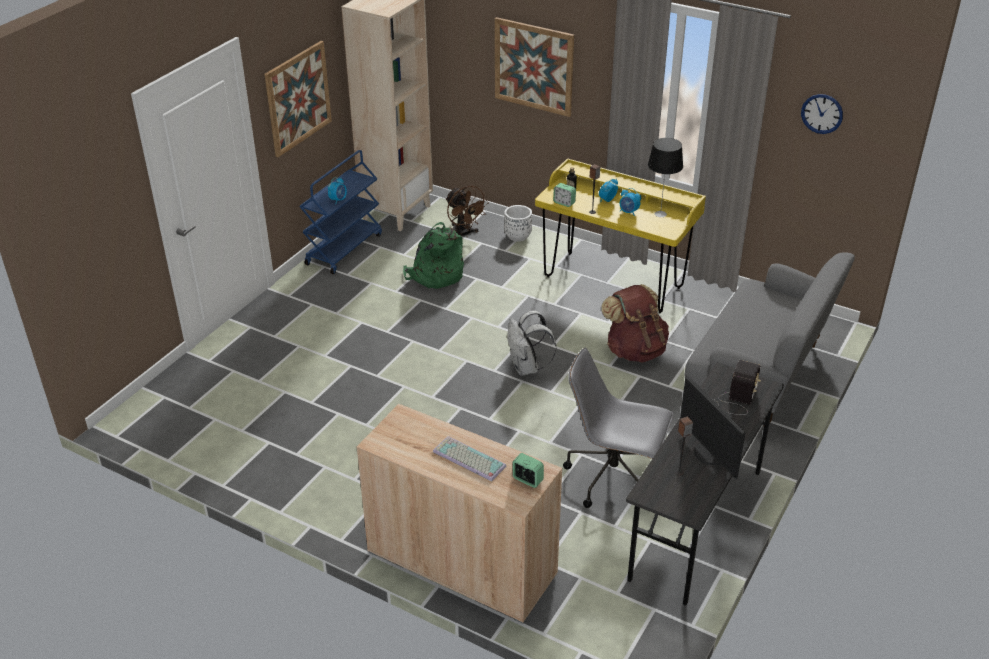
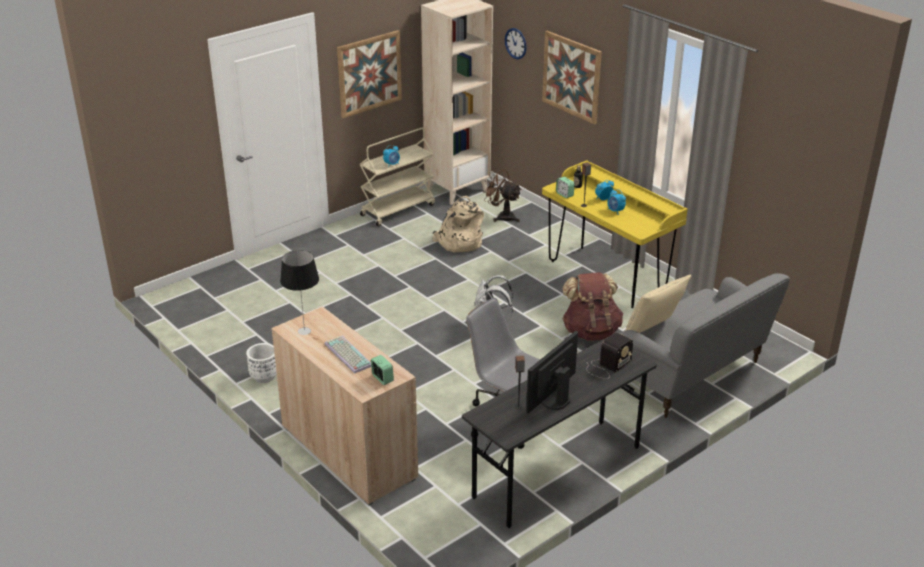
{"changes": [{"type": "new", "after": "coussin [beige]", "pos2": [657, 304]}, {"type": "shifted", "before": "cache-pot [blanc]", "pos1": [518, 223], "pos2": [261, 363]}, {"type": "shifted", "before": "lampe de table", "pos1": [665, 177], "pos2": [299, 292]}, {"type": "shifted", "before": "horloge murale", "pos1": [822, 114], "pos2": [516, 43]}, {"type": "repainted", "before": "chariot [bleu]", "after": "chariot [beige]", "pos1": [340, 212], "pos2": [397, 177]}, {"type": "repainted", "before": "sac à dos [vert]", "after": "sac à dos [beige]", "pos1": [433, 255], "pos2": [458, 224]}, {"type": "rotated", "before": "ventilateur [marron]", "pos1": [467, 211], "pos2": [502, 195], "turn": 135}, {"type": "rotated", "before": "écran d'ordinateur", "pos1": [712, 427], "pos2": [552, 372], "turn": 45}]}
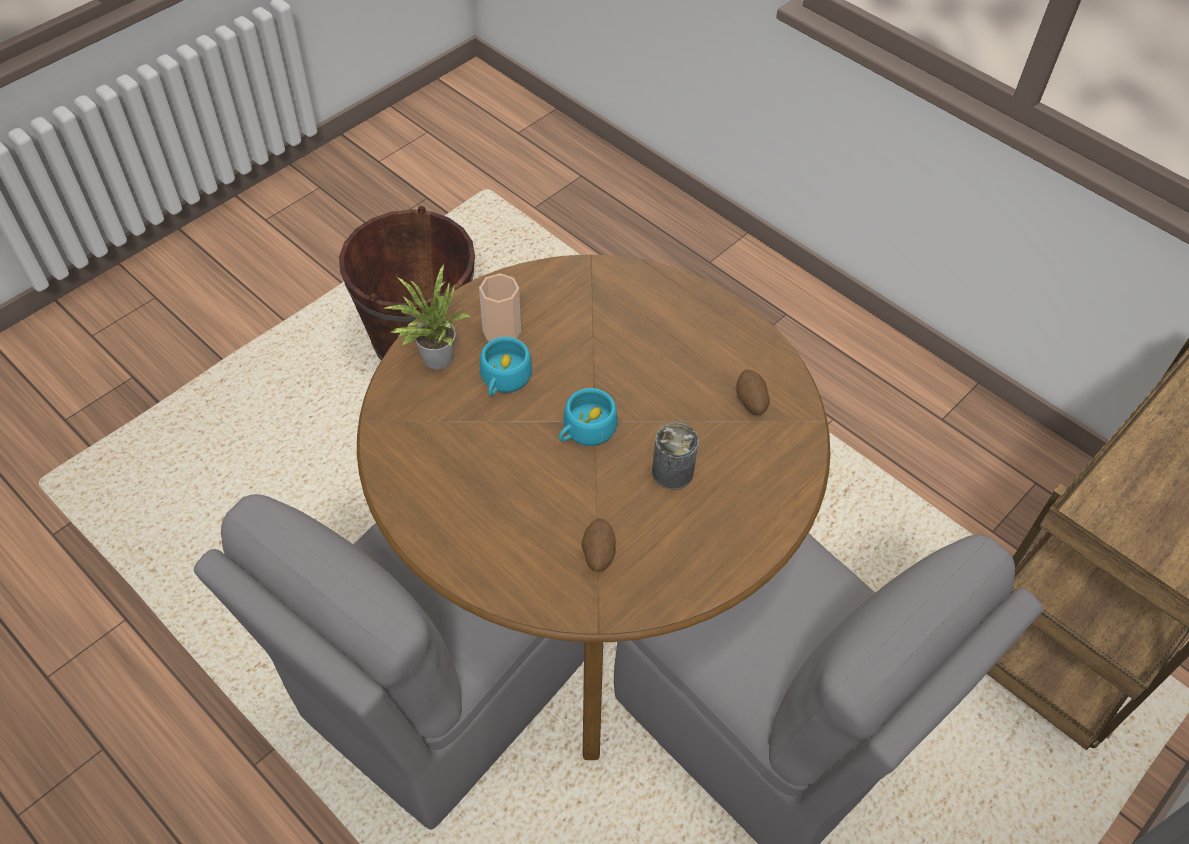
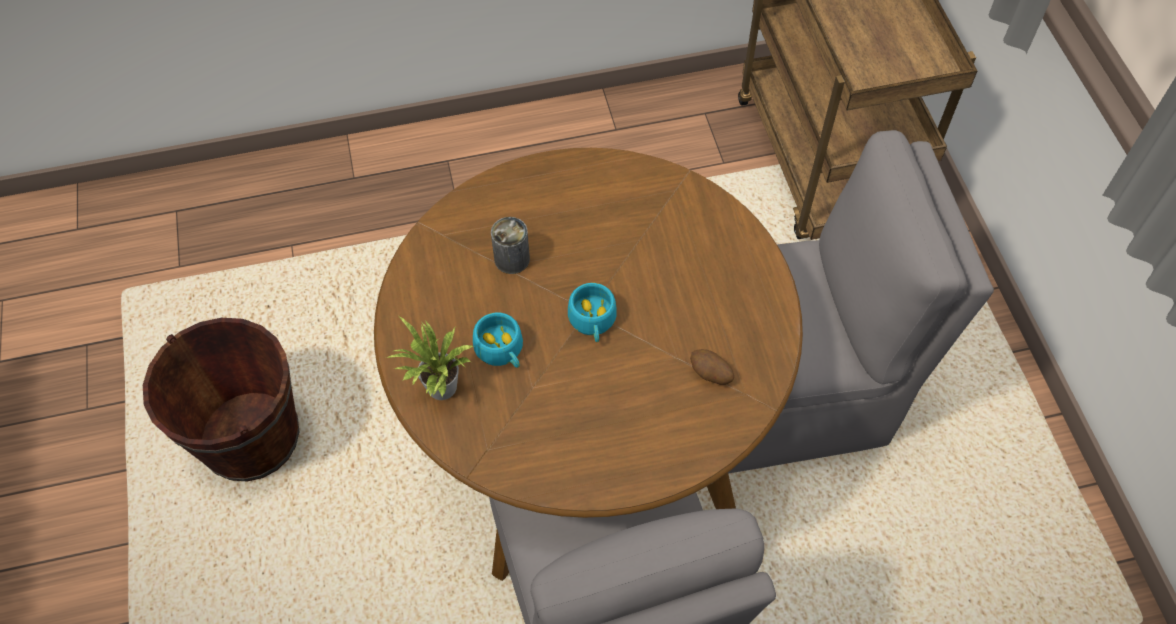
{"changes": [{"type": "gone", "before": "tasse", "pos1": [500, 307]}, {"type": "gone", "before": "pomme de terre", "pos1": [753, 392]}, {"type": "shifted", "before": "boîte métallique", "pos1": [675, 456], "pos2": [510, 245]}]}
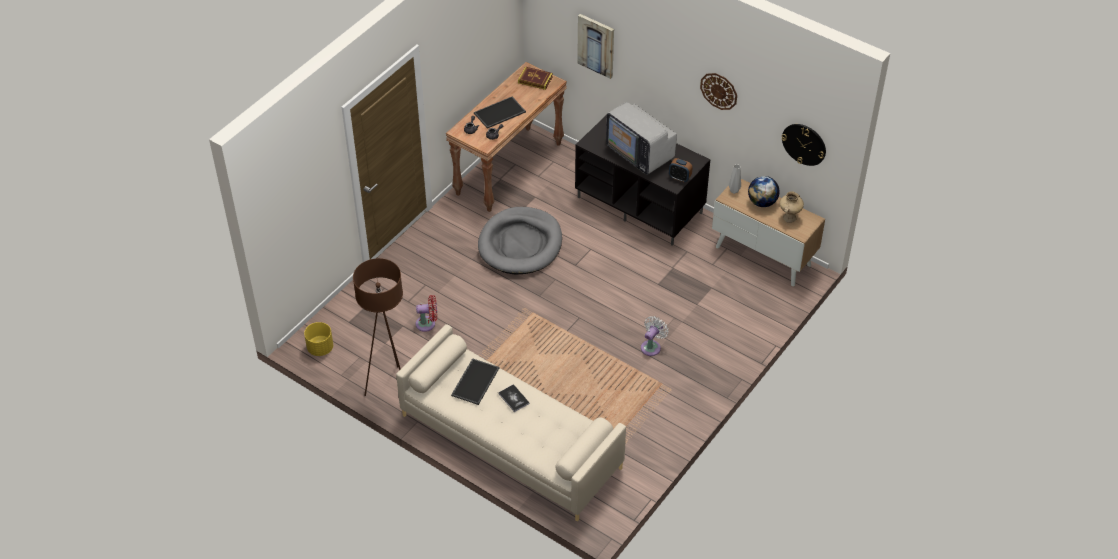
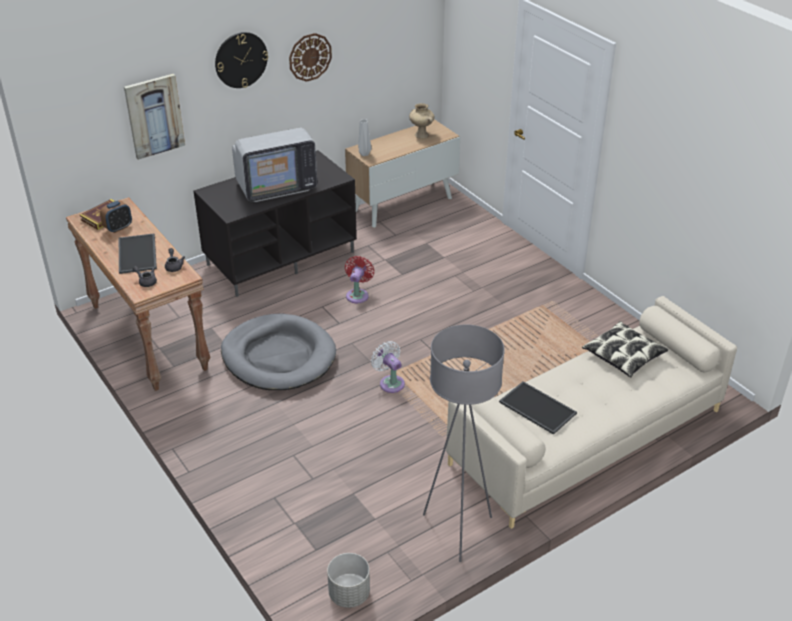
{"changes": [{"type": "gone", "before": "livre", "pos1": [514, 398]}, {"type": "gone", "before": "globe", "pos1": [764, 191]}, {"type": "new", "after": "coussin", "pos2": [625, 349]}, {"type": "shifted", "before": "ventilateur [rouge]", "pos1": [426, 313], "pos2": [360, 279]}, {"type": "shifted", "before": "ventilateur [blanc]", "pos1": [655, 336], "pos2": [388, 367]}, {"type": "shifted", "before": "réveil", "pos1": [680, 170], "pos2": [116, 216]}, {"type": "shifted", "before": "horloge murale", "pos1": [803, 145], "pos2": [241, 60]}, {"type": "repainted", "before": "cache-pot [jaune]", "after": "cache-pot [gris]", "pos1": [318, 339], "pos2": [348, 580]}, {"type": "repainted", "before": "lampadaire [marron]", "after": "lampadaire [gris]", "pos1": [378, 327], "pos2": [464, 443]}]}
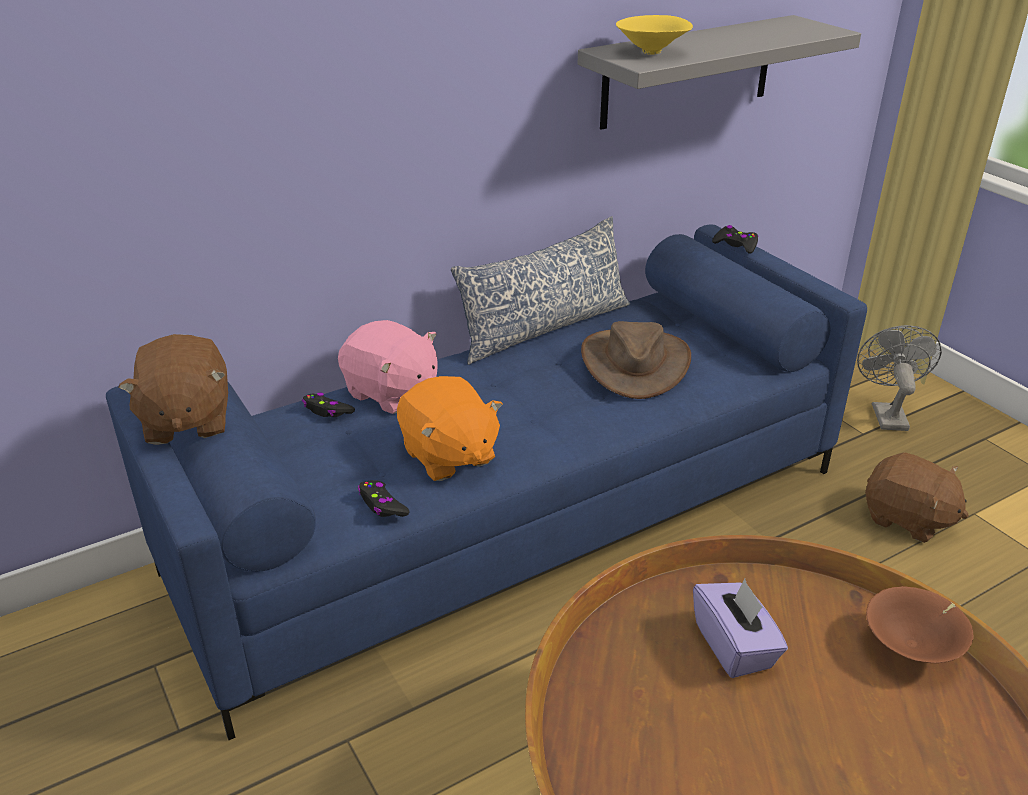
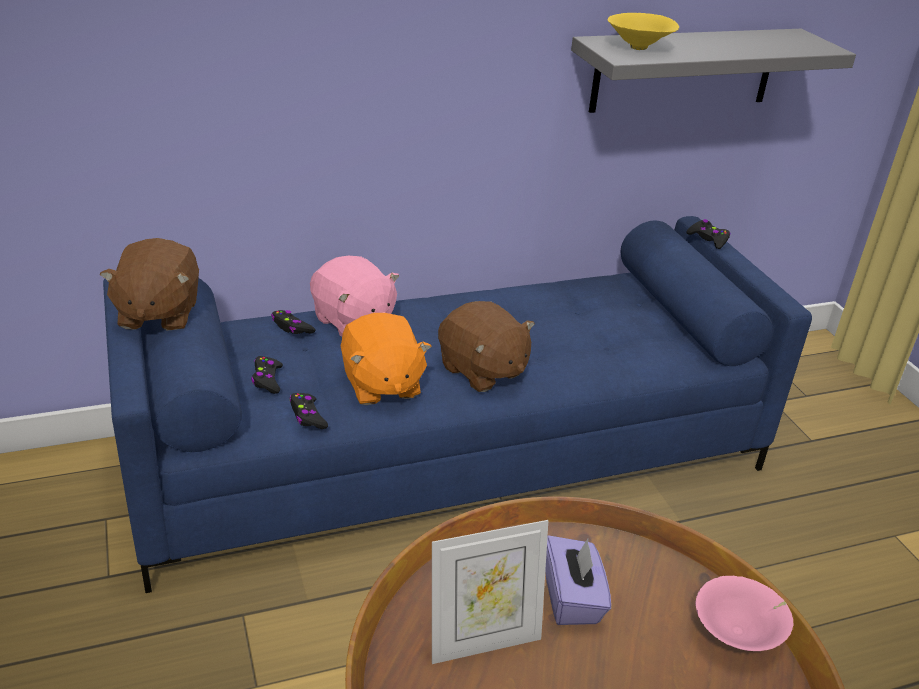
{"changes": [{"type": "gone", "before": "coussin", "pos1": [540, 290]}, {"type": "gone", "before": "chapeau [marron]", "pos1": [636, 360]}, {"type": "gone", "before": "ventilateur [gris]", "pos1": [899, 378]}, {"type": "new", "after": "manette [noir]", "pos2": [267, 375]}, {"type": "new", "after": "cadre photo", "pos2": [490, 592]}, {"type": "shifted", "before": "peluche [marron]", "pos1": [917, 497], "pos2": [486, 346]}, {"type": "repainted", "before": "bol [marron]", "after": "bol [rose]", "pos1": [920, 624], "pos2": [744, 613]}]}
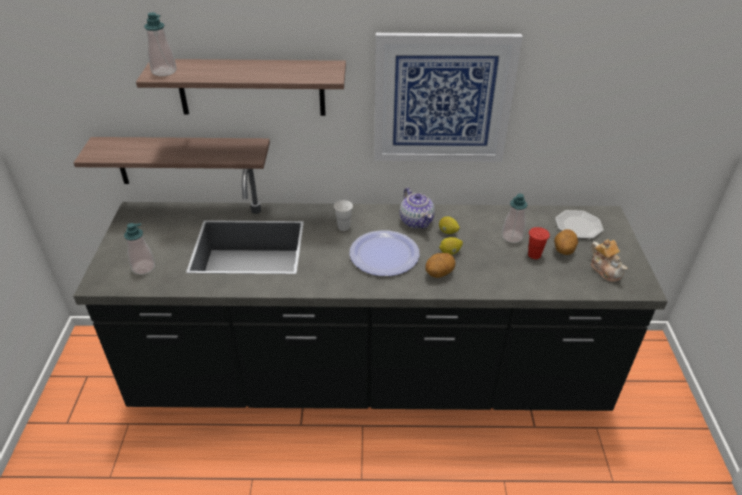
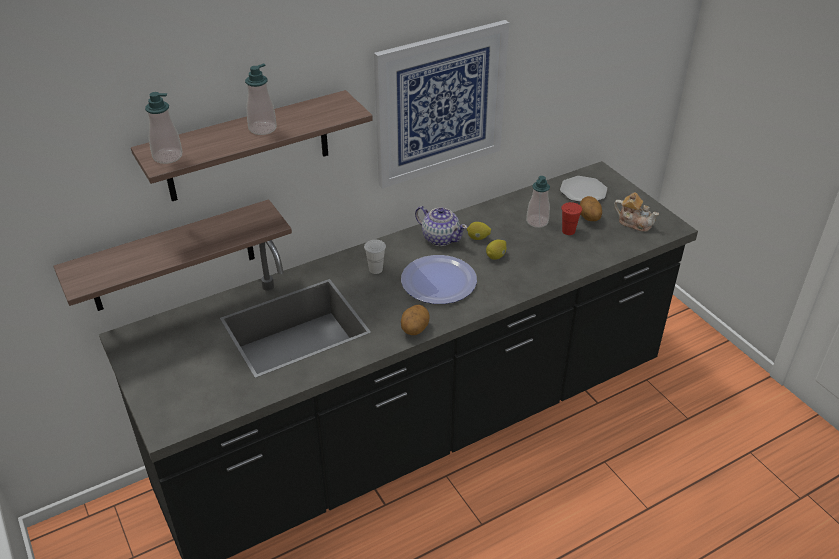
{"changes": [{"type": "shifted", "before": "distributeur de savon", "pos1": [139, 249], "pos2": [261, 99]}, {"type": "shifted", "before": "pomme de terre", "pos1": [440, 265], "pos2": [415, 320]}]}
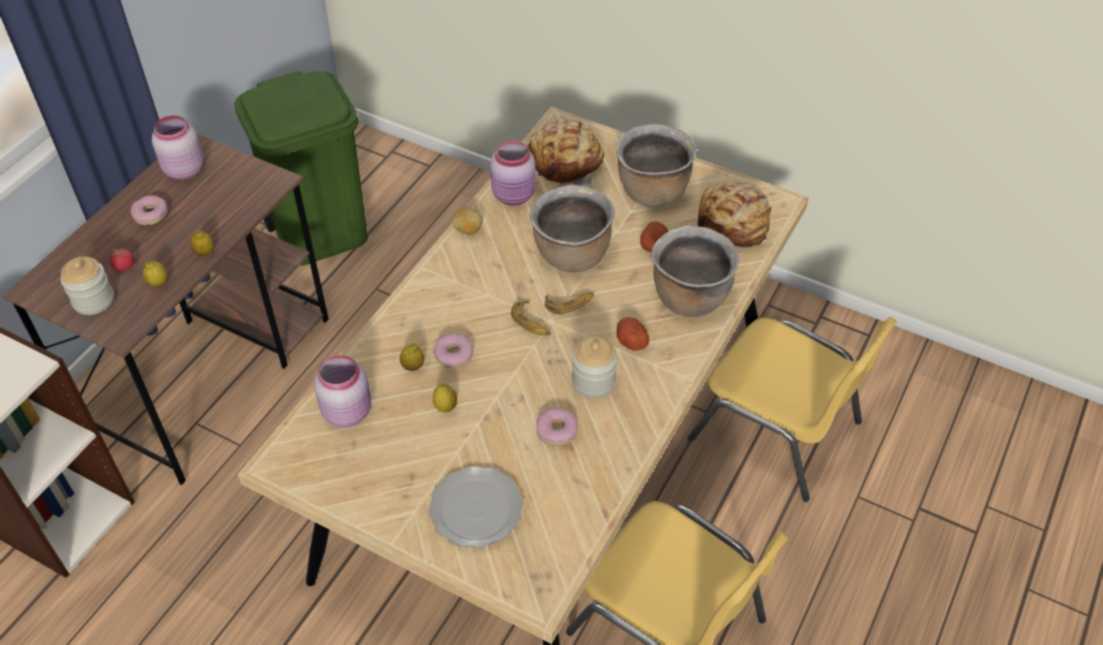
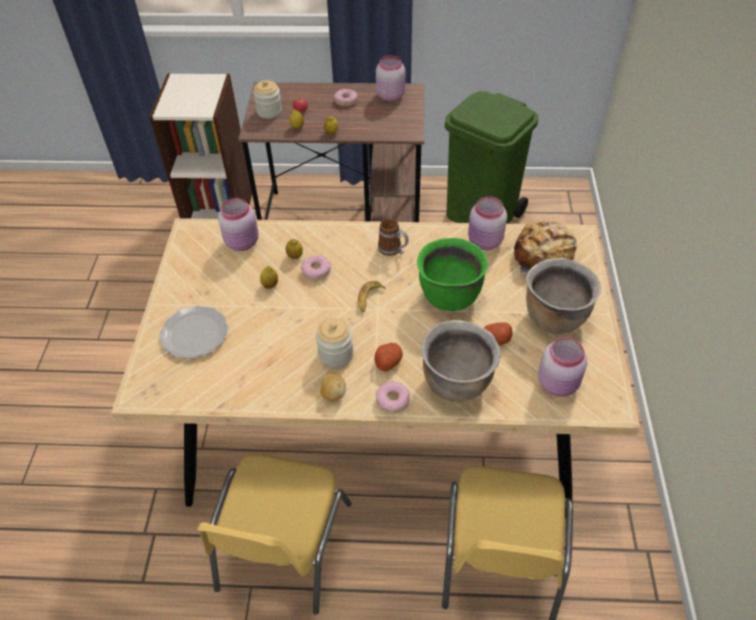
{"changes": [{"type": "gone", "before": "banane", "pos1": [569, 303]}, {"type": "new", "after": "mug", "pos2": [393, 237]}, {"type": "shifted", "before": "pomme de terre", "pos1": [467, 221], "pos2": [333, 387]}, {"type": "shifted", "before": "beignet", "pos1": [557, 427], "pos2": [393, 397]}, {"type": "swapped", "before": "pain", "after": "bocal [rose]", "pos1": [734, 214], "pos2": [562, 367]}, {"type": "repainted", "before": "marmite [marron]", "after": "marmite [vert]", "pos1": [572, 228], "pos2": [452, 274]}]}
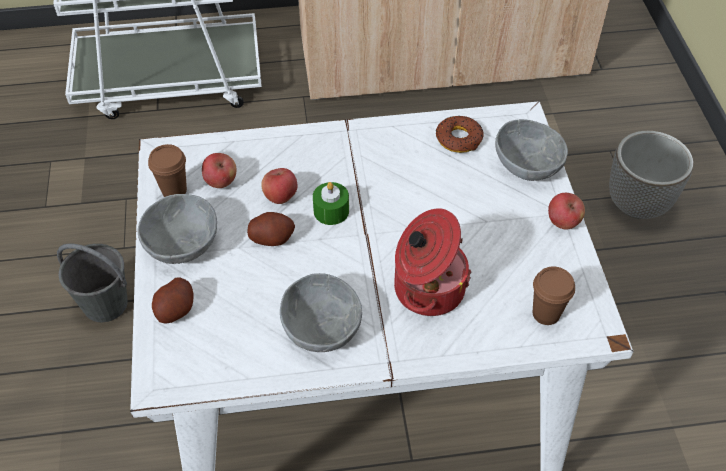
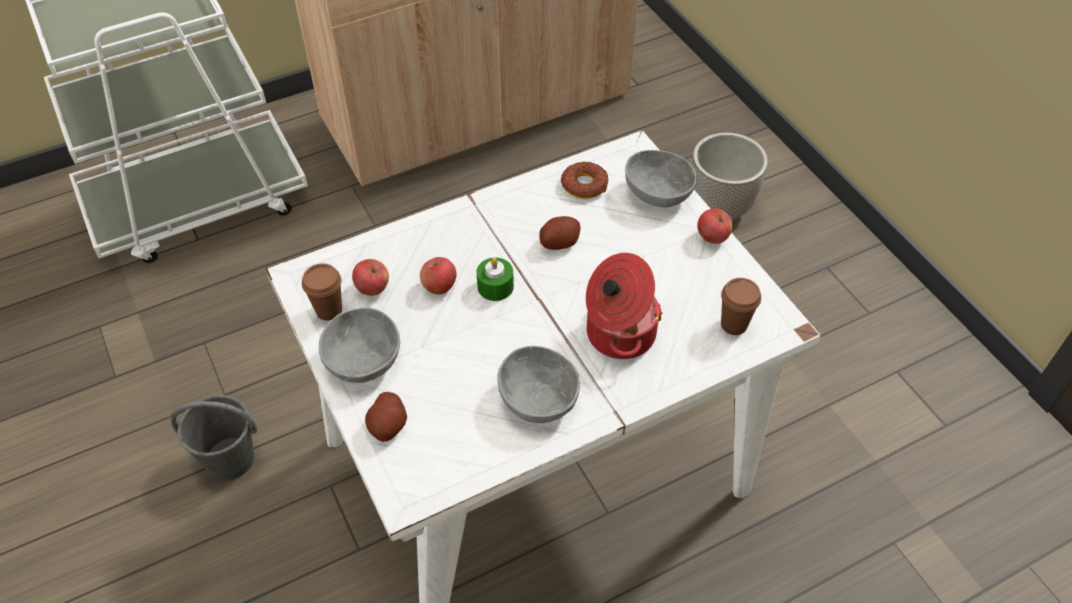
{"changes": [{"type": "shifted", "before": "pomme de terre", "pos1": [271, 229], "pos2": [560, 233]}]}
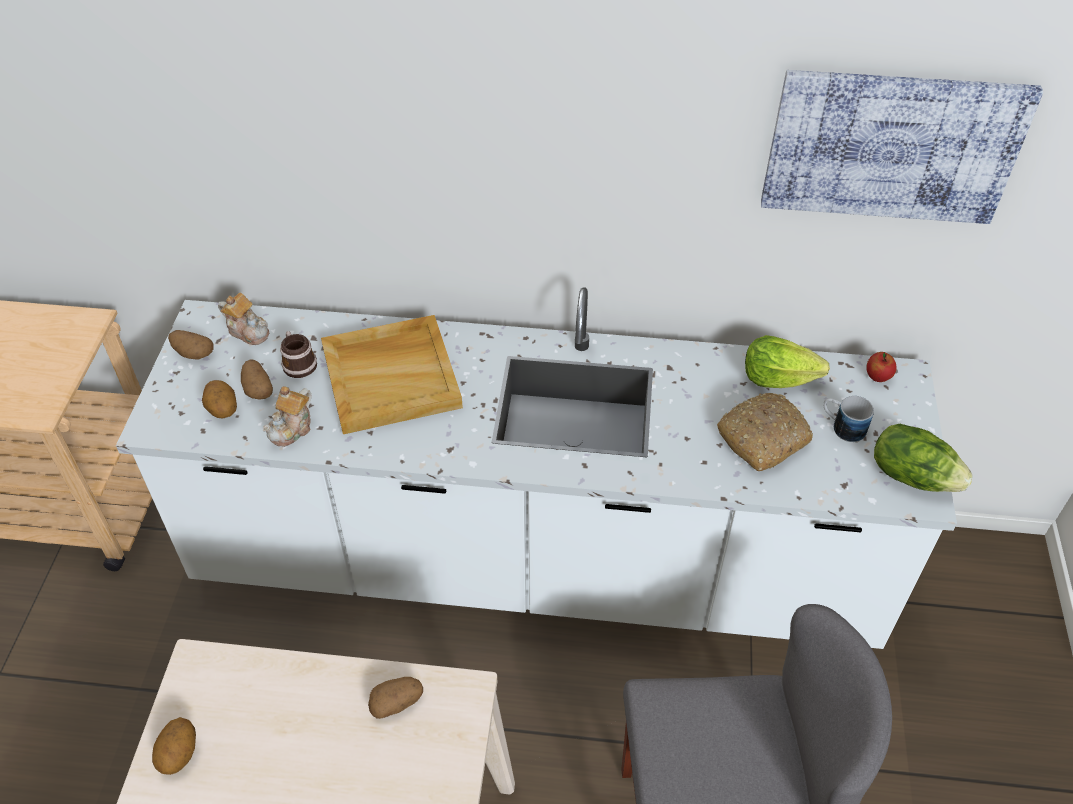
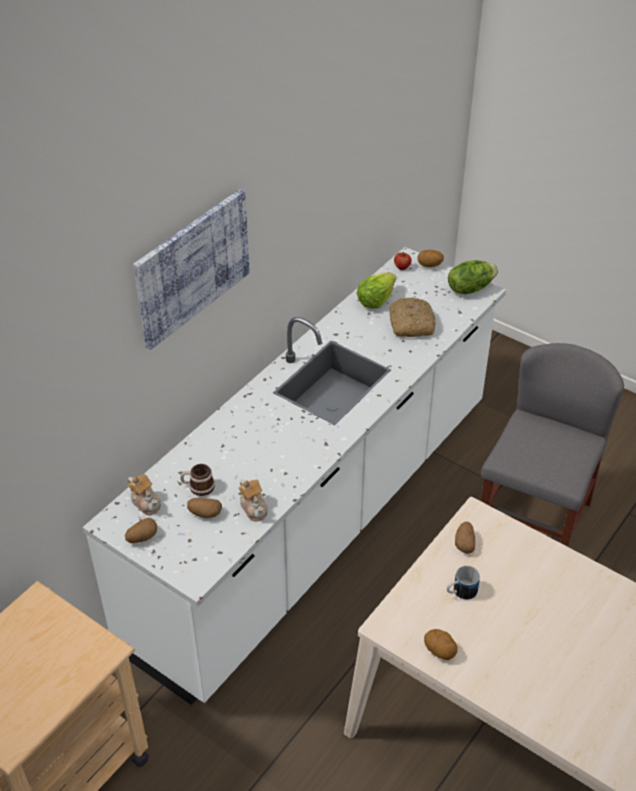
{"changes": [{"type": "gone", "before": "plateau [beige]", "pos1": [392, 374]}, {"type": "shifted", "before": "pomme de terre", "pos1": [219, 399], "pos2": [430, 258]}, {"type": "shifted", "before": "tableau", "pos1": [902, 147], "pos2": [191, 269]}, {"type": "shifted", "before": "mug", "pos1": [848, 419], "pos2": [463, 583]}, {"type": "rotated", "before": "théière", "pos1": [243, 319], "pos2": [144, 494], "turn": 75}]}
